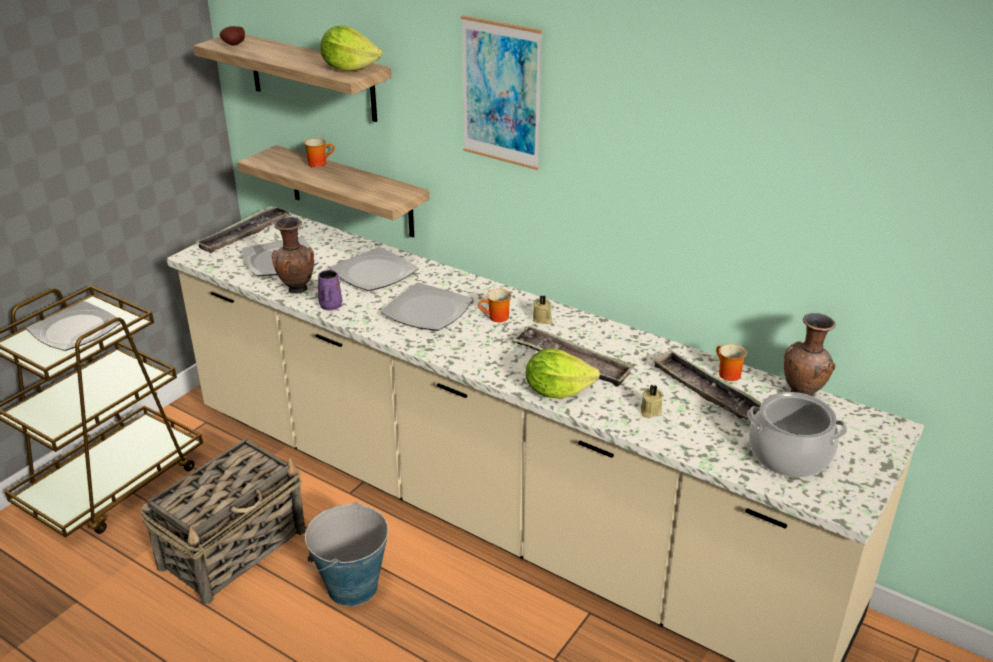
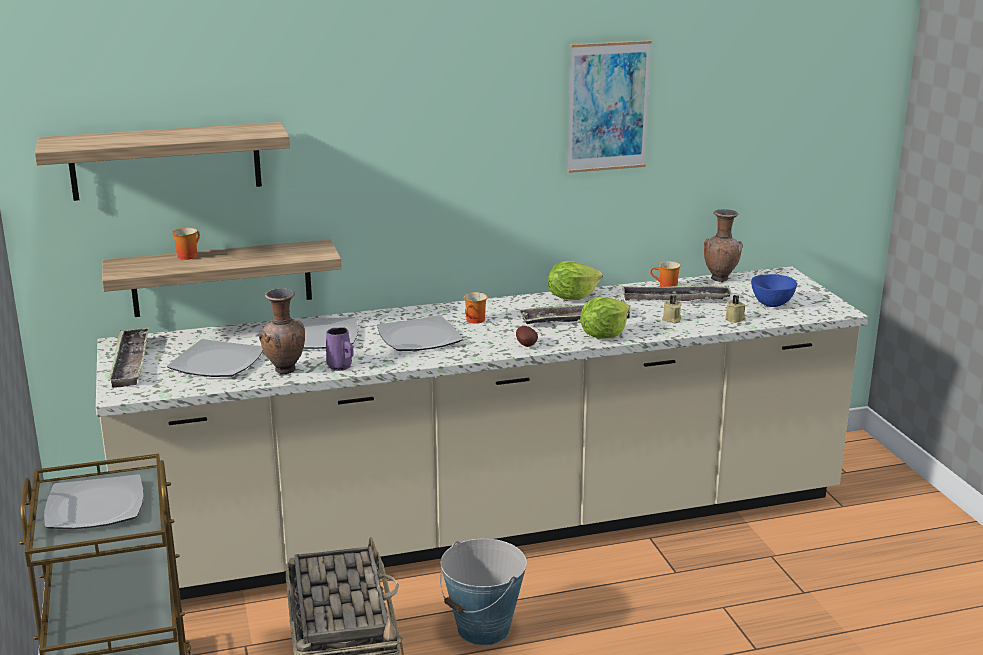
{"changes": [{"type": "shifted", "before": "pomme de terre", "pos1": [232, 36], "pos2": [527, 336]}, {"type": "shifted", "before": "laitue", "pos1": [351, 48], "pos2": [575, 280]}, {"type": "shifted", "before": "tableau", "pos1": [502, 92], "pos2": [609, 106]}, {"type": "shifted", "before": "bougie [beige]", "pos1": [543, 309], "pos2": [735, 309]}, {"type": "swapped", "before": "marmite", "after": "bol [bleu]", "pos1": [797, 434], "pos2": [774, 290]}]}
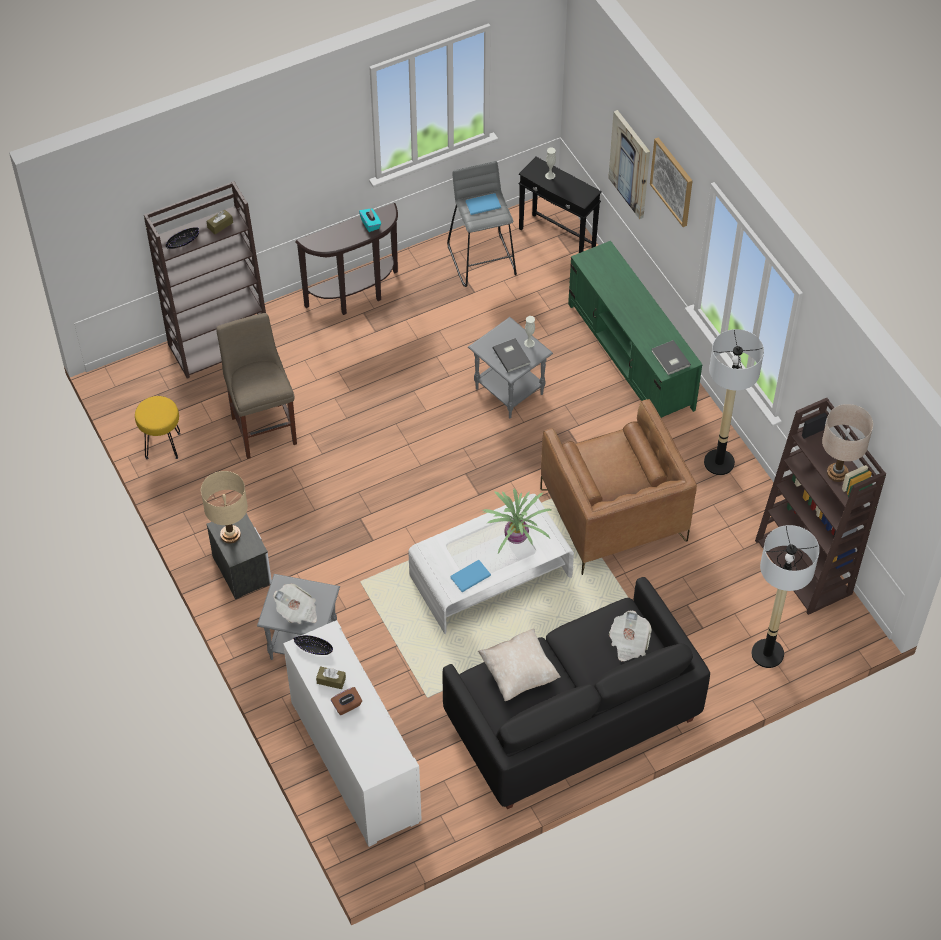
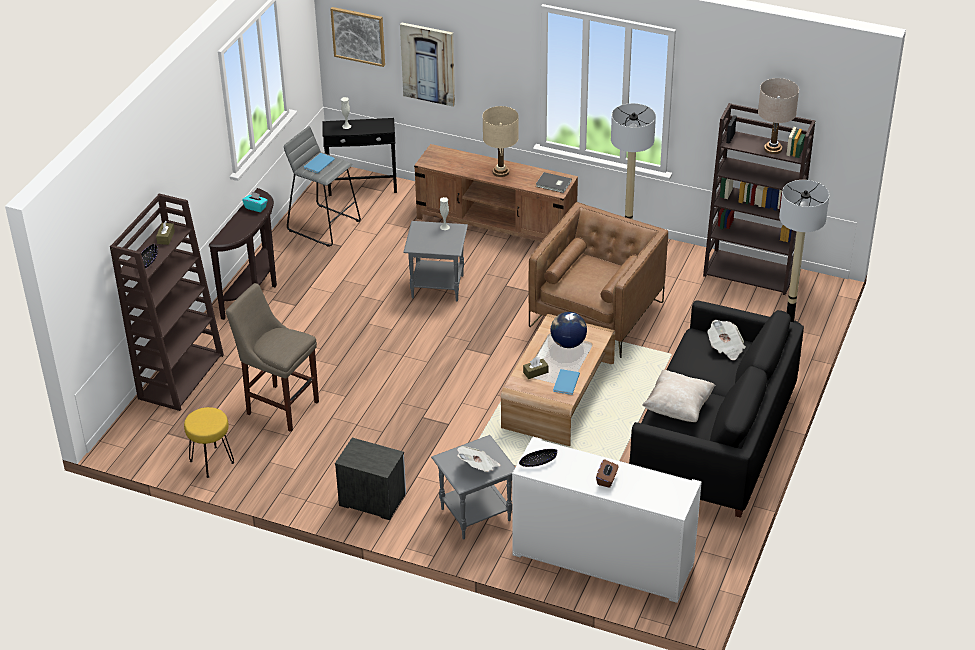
{"changes": [{"type": "gone", "before": "livre [gris]", "pos1": [511, 355]}, {"type": "shifted", "before": "lampe de table [beige]", "pos1": [224, 507], "pos2": [500, 141]}, {"type": "shifted", "before": "boîte à mouchoirs [marron]", "pos1": [331, 677], "pos2": [536, 368]}, {"type": "shifted", "before": "tableau", "pos1": [671, 182], "pos2": [357, 37]}, {"type": "swapped", "before": "plante en pot", "after": "globe", "pos1": [516, 520], "pos2": [569, 330]}, {"type": "repainted", "before": "table basse [blanc]", "after": "table basse [marron]", "pos1": [491, 564], "pos2": [558, 380]}, {"type": "repainted", "before": "meuble télé [vert]", "after": "meuble télé [marron]", "pos1": [635, 329], "pos2": [496, 193]}, {"type": "rotated", "before": "fauteuil [marron]", "pos1": [618, 487], "pos2": [598, 280], "turn": -90}]}
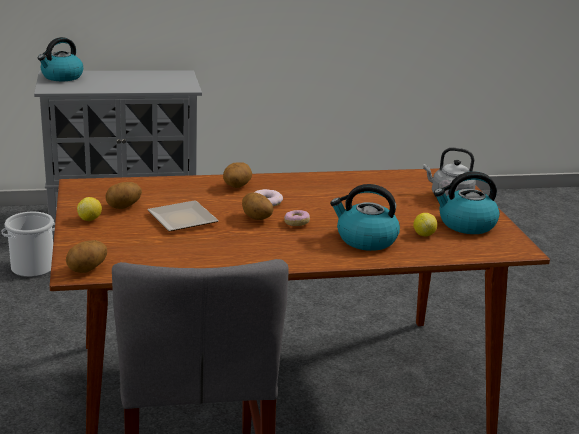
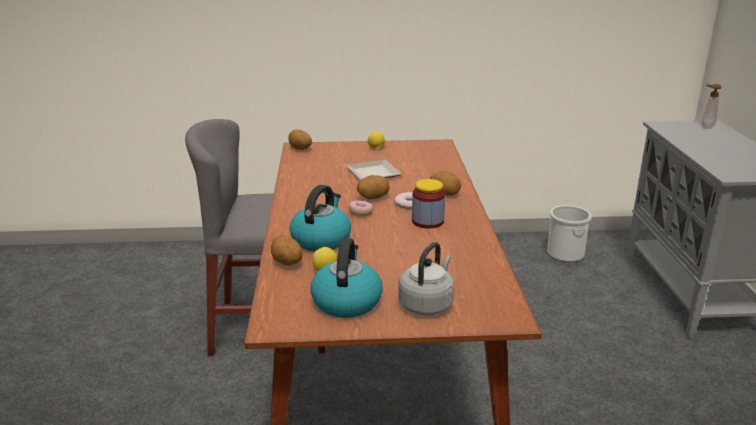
{"changes": [{"type": "new", "after": "bocal", "pos2": [428, 203]}, {"type": "shifted", "before": "pomme de terre", "pos1": [123, 195], "pos2": [286, 250]}, {"type": "swapped", "before": "bouilloire", "after": "distributeur de savon", "pos1": [60, 59], "pos2": [711, 106]}]}
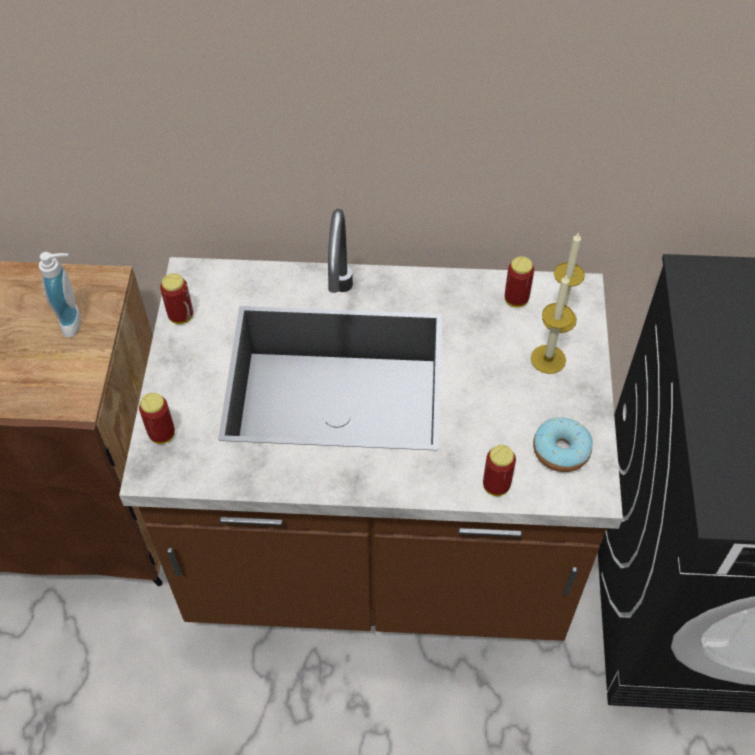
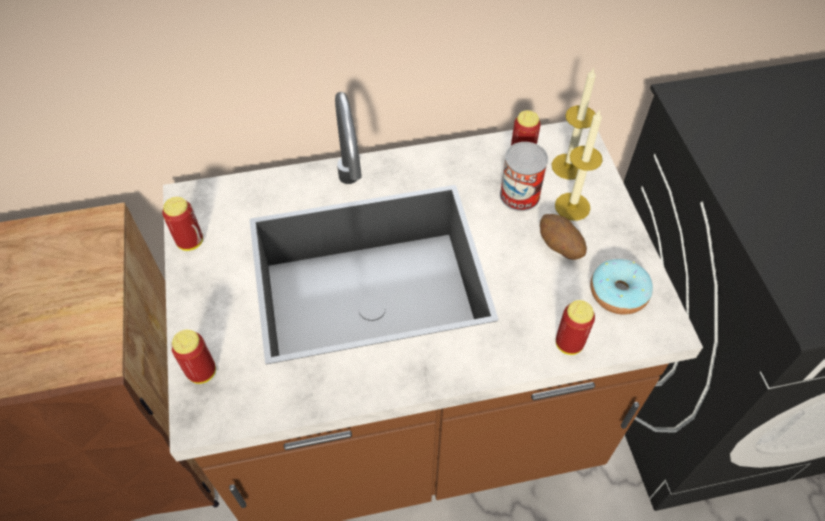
{"changes": [{"type": "gone", "before": "distributeur de savon", "pos1": [60, 295]}, {"type": "new", "after": "boîte métallique", "pos2": [524, 176]}, {"type": "new", "after": "pomme de terre", "pos2": [563, 237]}]}
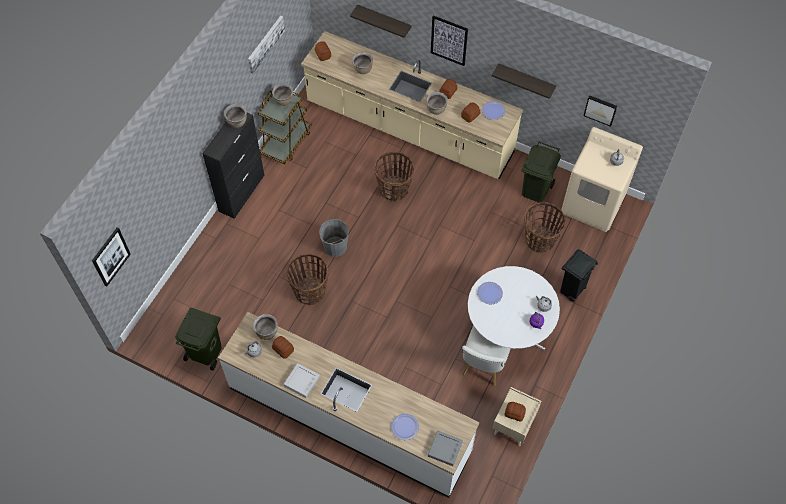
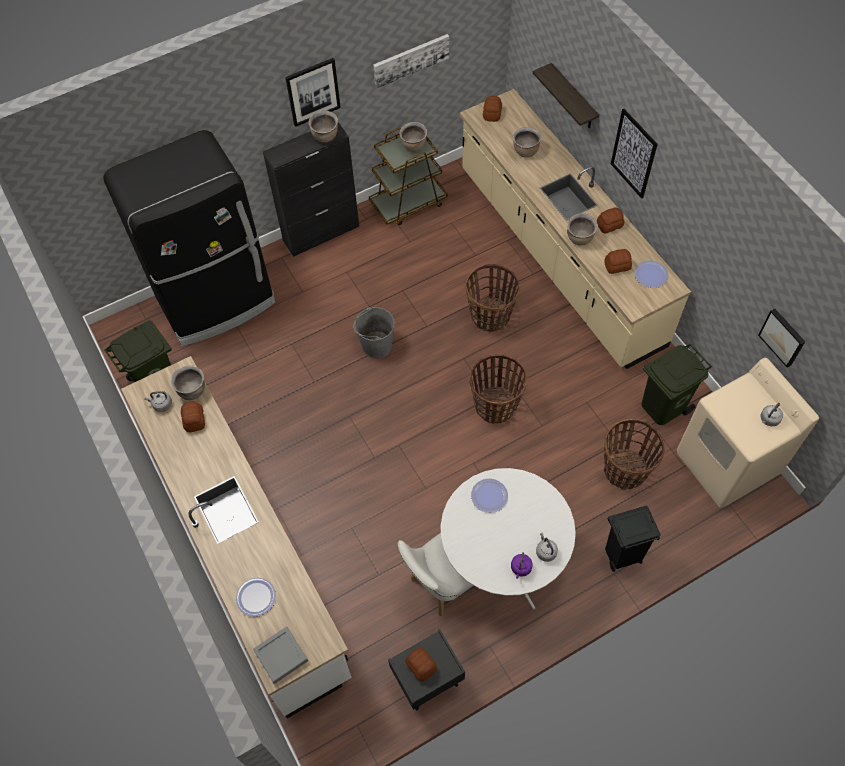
{"changes": [{"type": "gone", "before": "plateau [gris]", "pos1": [302, 380]}, {"type": "gone", "before": "étagère", "pos1": [524, 81]}, {"type": "new", "after": "réfrigérateur [noir]", "pos2": [189, 238]}, {"type": "shifted", "before": "tableau", "pos1": [111, 257], "pos2": [313, 92]}, {"type": "shifted", "before": "panier", "pos1": [307, 279], "pos2": [498, 389]}, {"type": "repainted", "before": "table de chevet [beige]", "after": "table de chevet [noir]", "pos1": [517, 416], "pos2": [426, 669]}]}
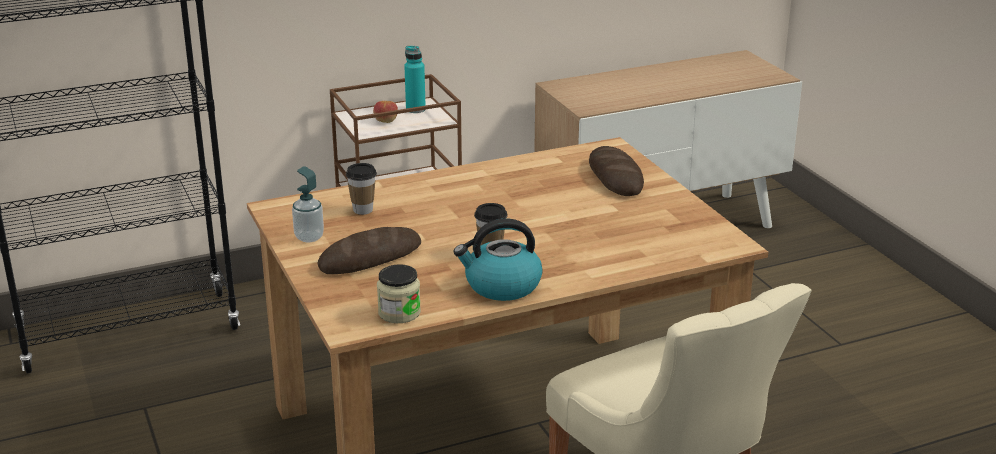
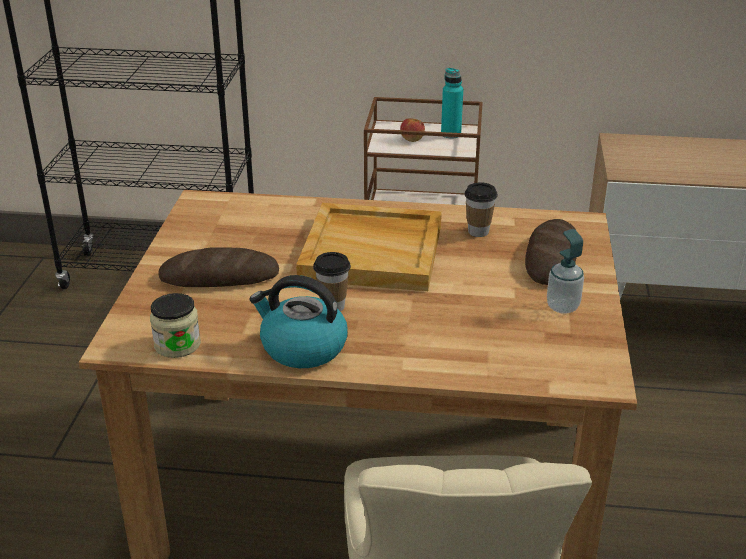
{"changes": [{"type": "new", "after": "plateau [beige]", "pos2": [369, 247]}, {"type": "shifted", "before": "distributeur de savon", "pos1": [308, 204], "pos2": [565, 271]}, {"type": "shifted", "before": "tasse", "pos1": [361, 189], "pos2": [481, 209]}]}
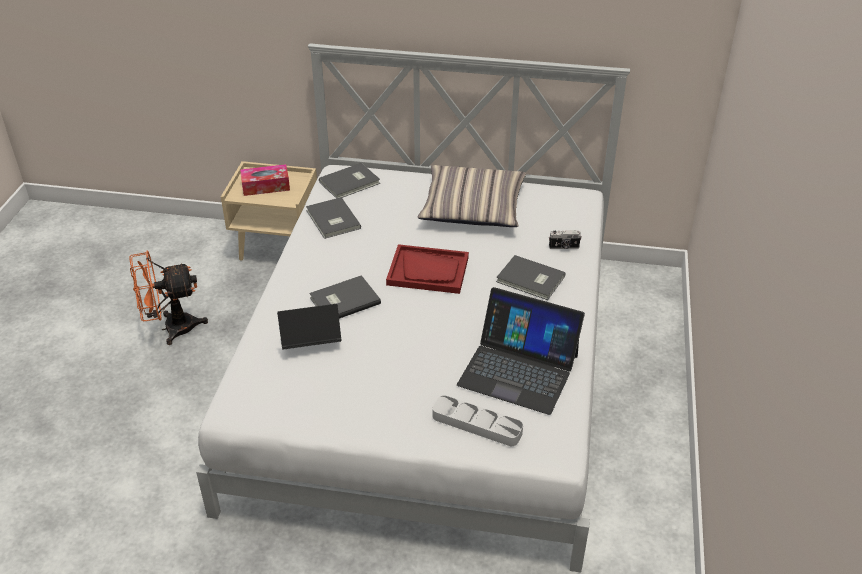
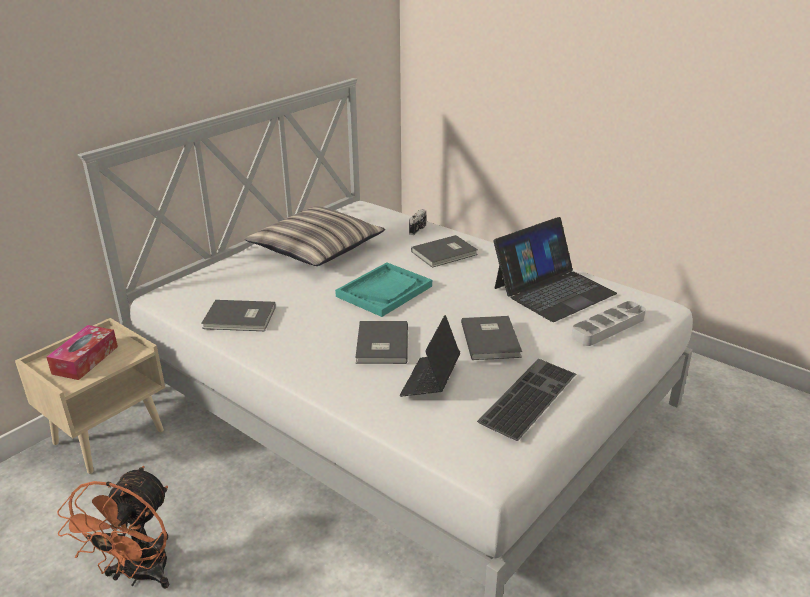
{"changes": [{"type": "new", "after": "clavier", "pos2": [526, 400]}, {"type": "shifted", "before": "livre [gris]", "pos1": [349, 180], "pos2": [491, 338]}, {"type": "repainted", "before": "plateau [rouge]", "after": "plateau [turquoise]", "pos1": [427, 269], "pos2": [383, 289]}]}
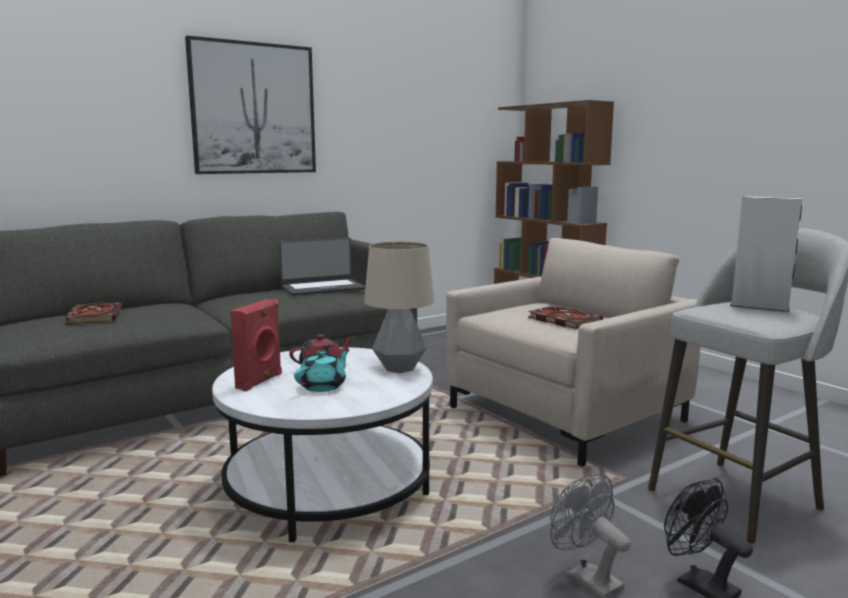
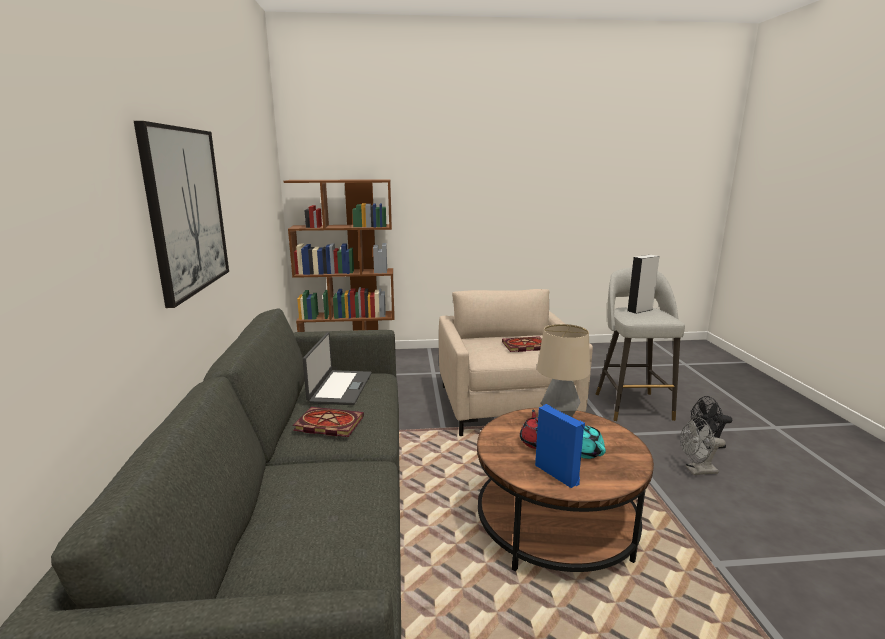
{"changes": [{"type": "shifted", "before": "livre", "pos1": [93, 313], "pos2": [328, 422]}, {"type": "repainted", "before": "table basse [blanc]", "after": "table basse [marron]", "pos1": [322, 444], "pos2": [565, 490]}, {"type": "repainted", "before": "enceinte [rouge]", "after": "enceinte [bleu]", "pos1": [256, 345], "pos2": [560, 446]}]}
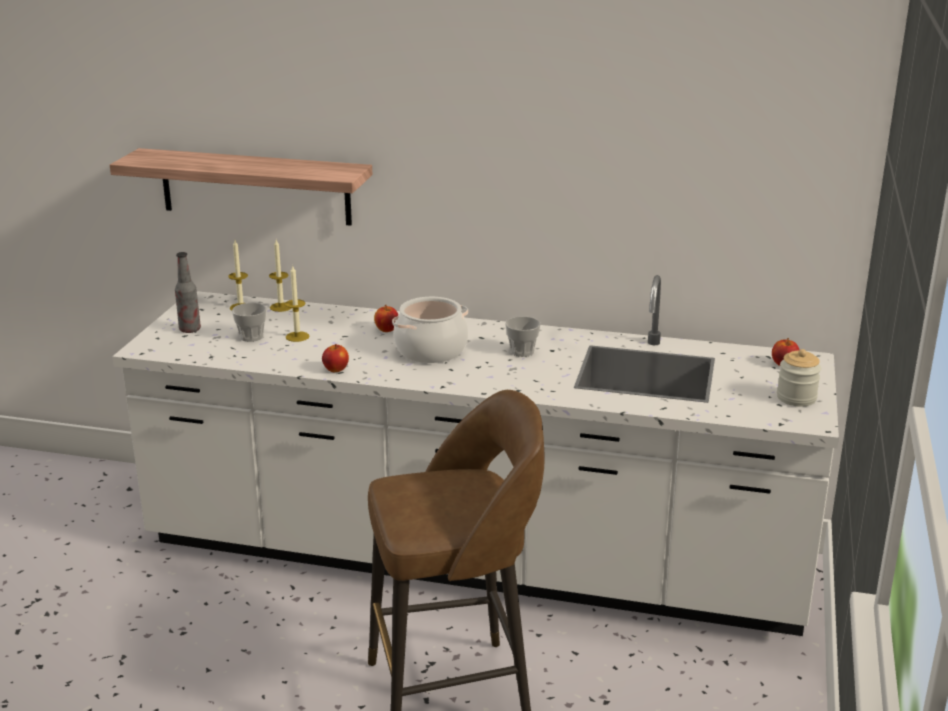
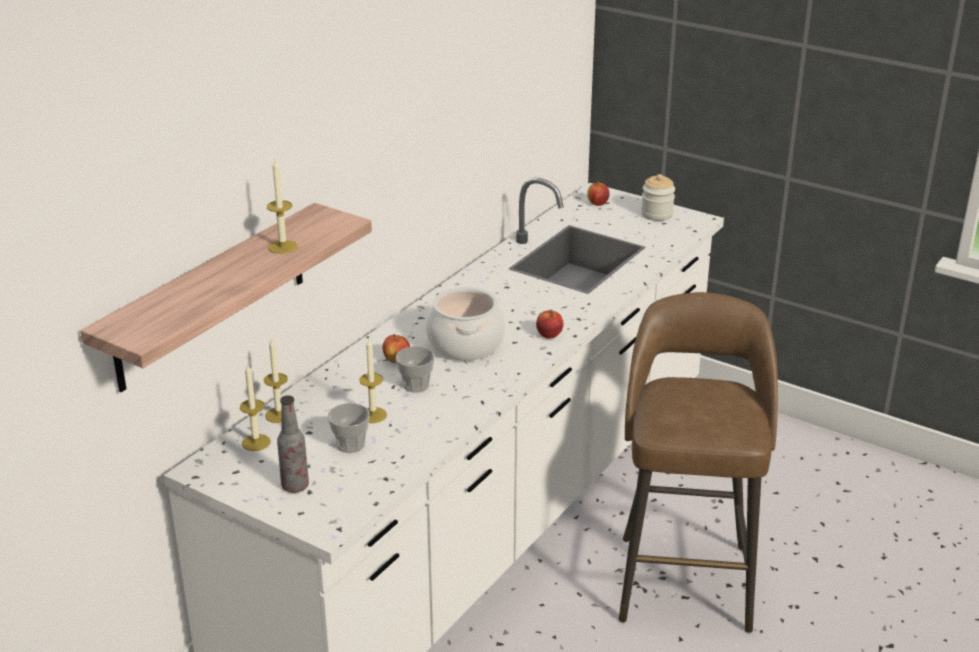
{"changes": [{"type": "new", "after": "bougie", "pos2": [282, 206]}, {"type": "shifted", "before": "pomme", "pos1": [335, 358], "pos2": [549, 324]}, {"type": "shifted", "before": "tasse", "pos1": [523, 336], "pos2": [415, 369]}]}
